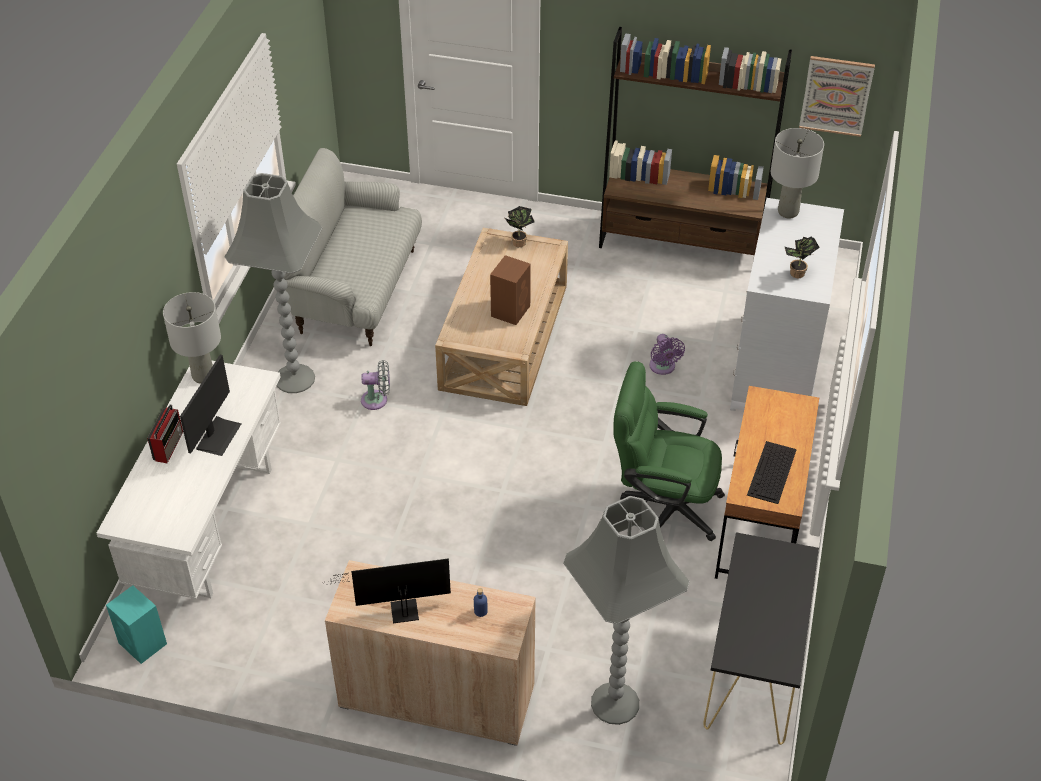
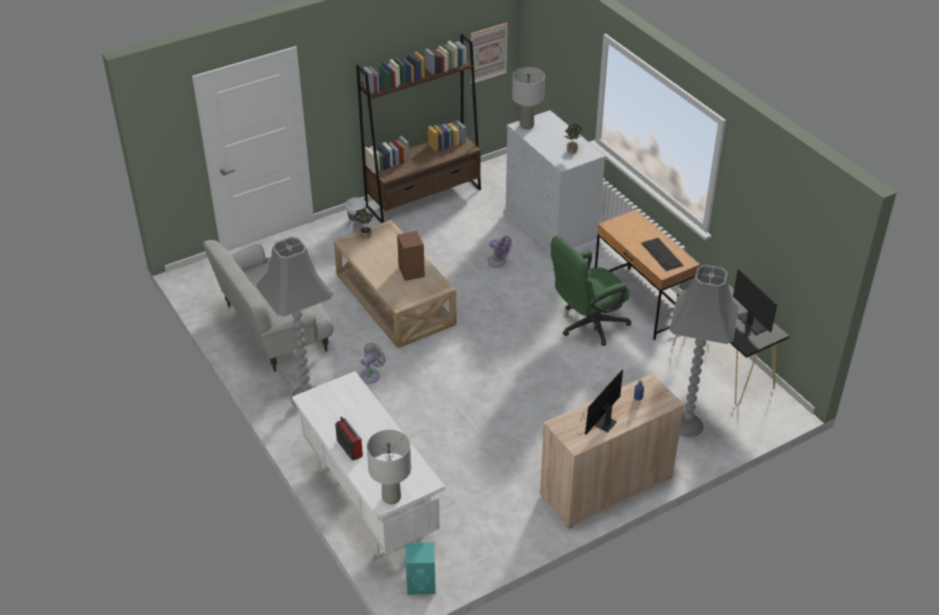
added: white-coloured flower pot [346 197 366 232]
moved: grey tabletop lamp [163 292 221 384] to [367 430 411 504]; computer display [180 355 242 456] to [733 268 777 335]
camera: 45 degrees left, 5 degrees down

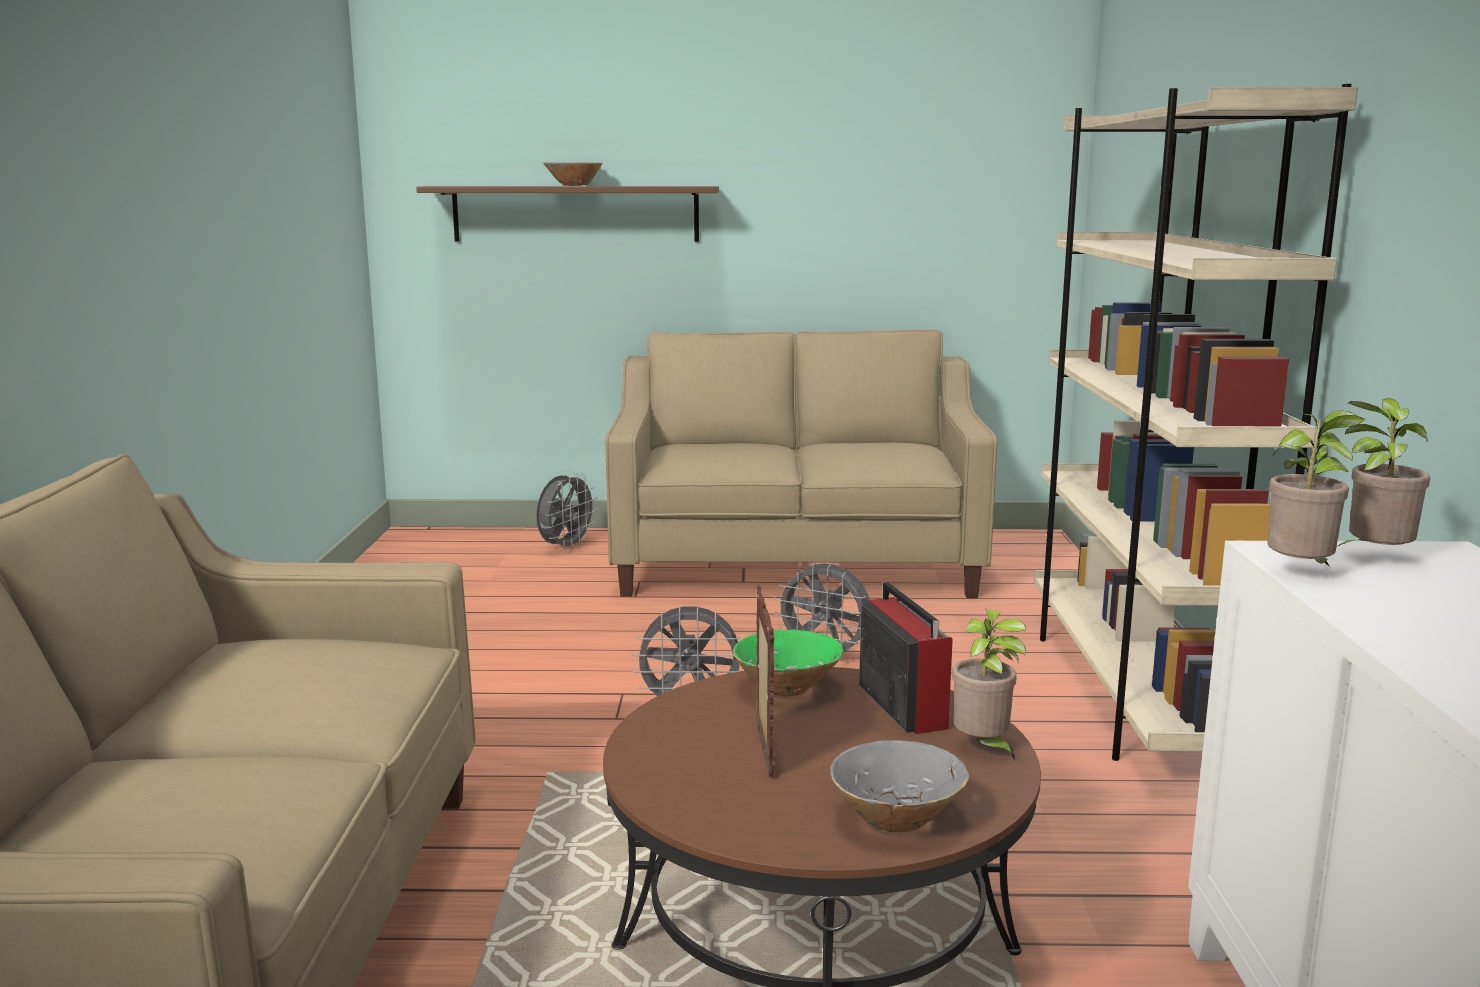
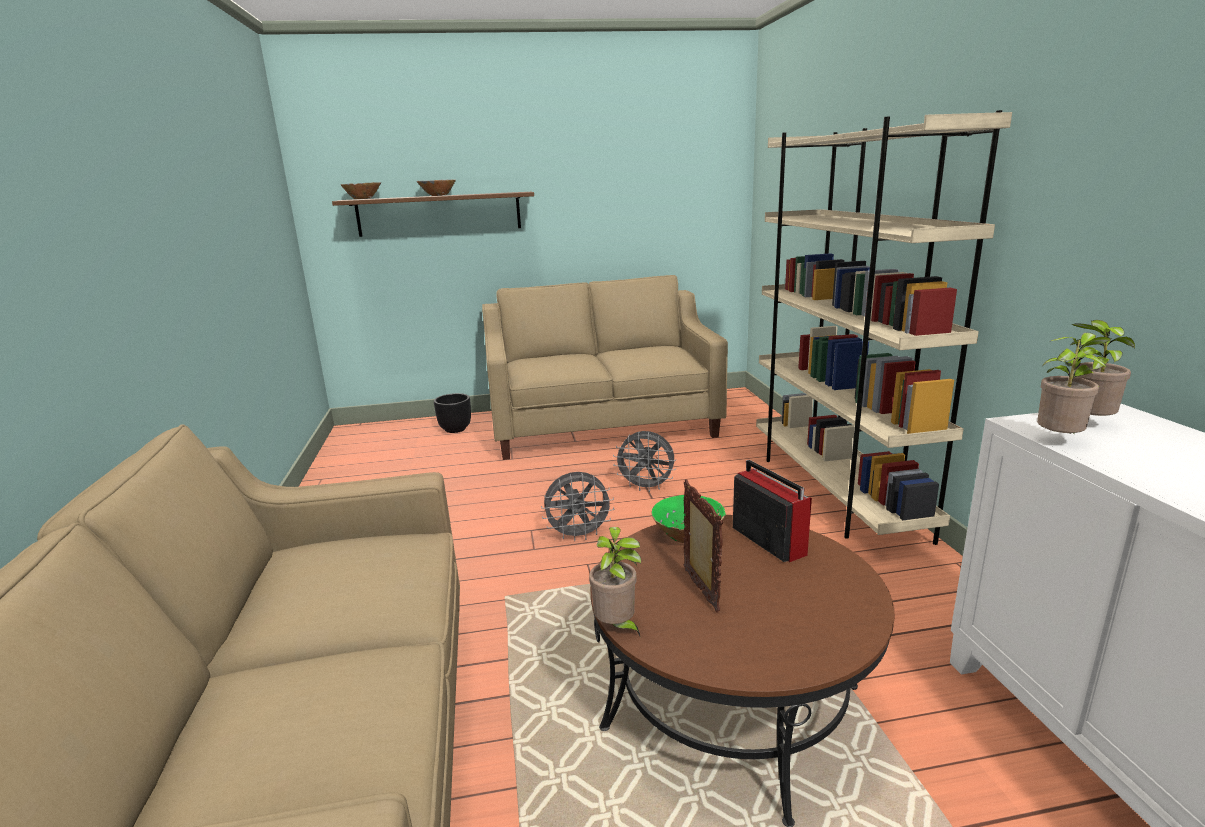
moved: grey bowl [830 740 969 832] to [341 182 381 199]; plant in a pot [952 609 1026 761] to [589 527 641 636]
replaced: grey fan [536 472 598 551] to blackish flower pot [434 393 471 433]
camera: 10 degrees left, 5 degrees up

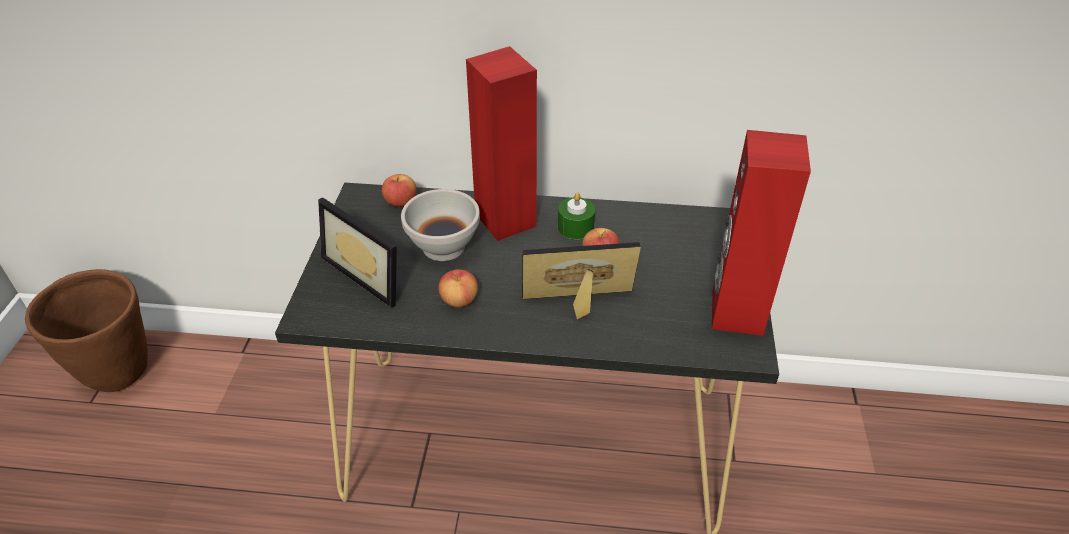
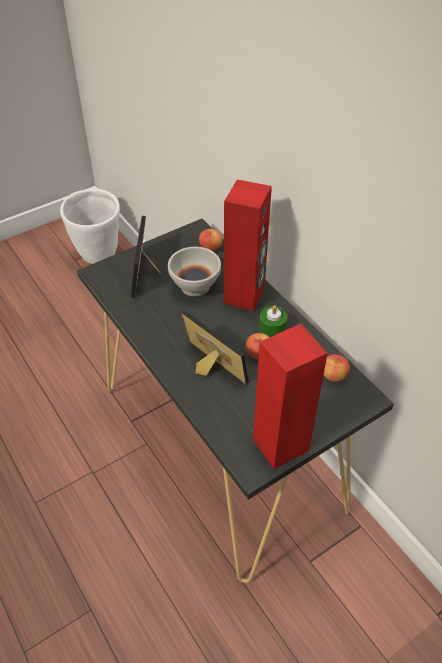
moved: whole apple [438 269 478 307] to [324 354 350 382]
recoloured: brownish flower pot [25 269 148 392] to white-coloured flower pot [60 189 120 264]
camera: 50 degrees right, 5 degrees up

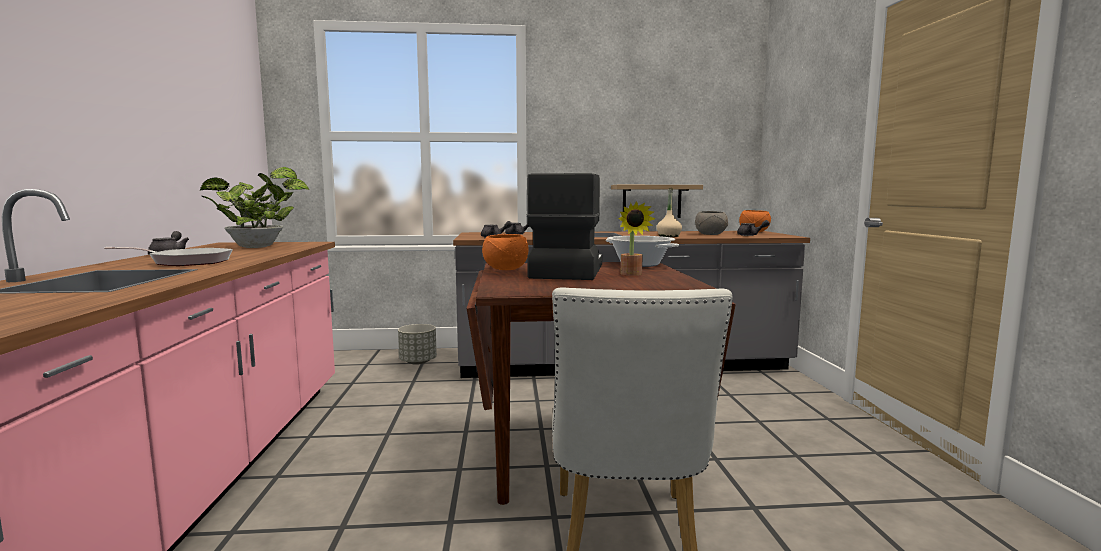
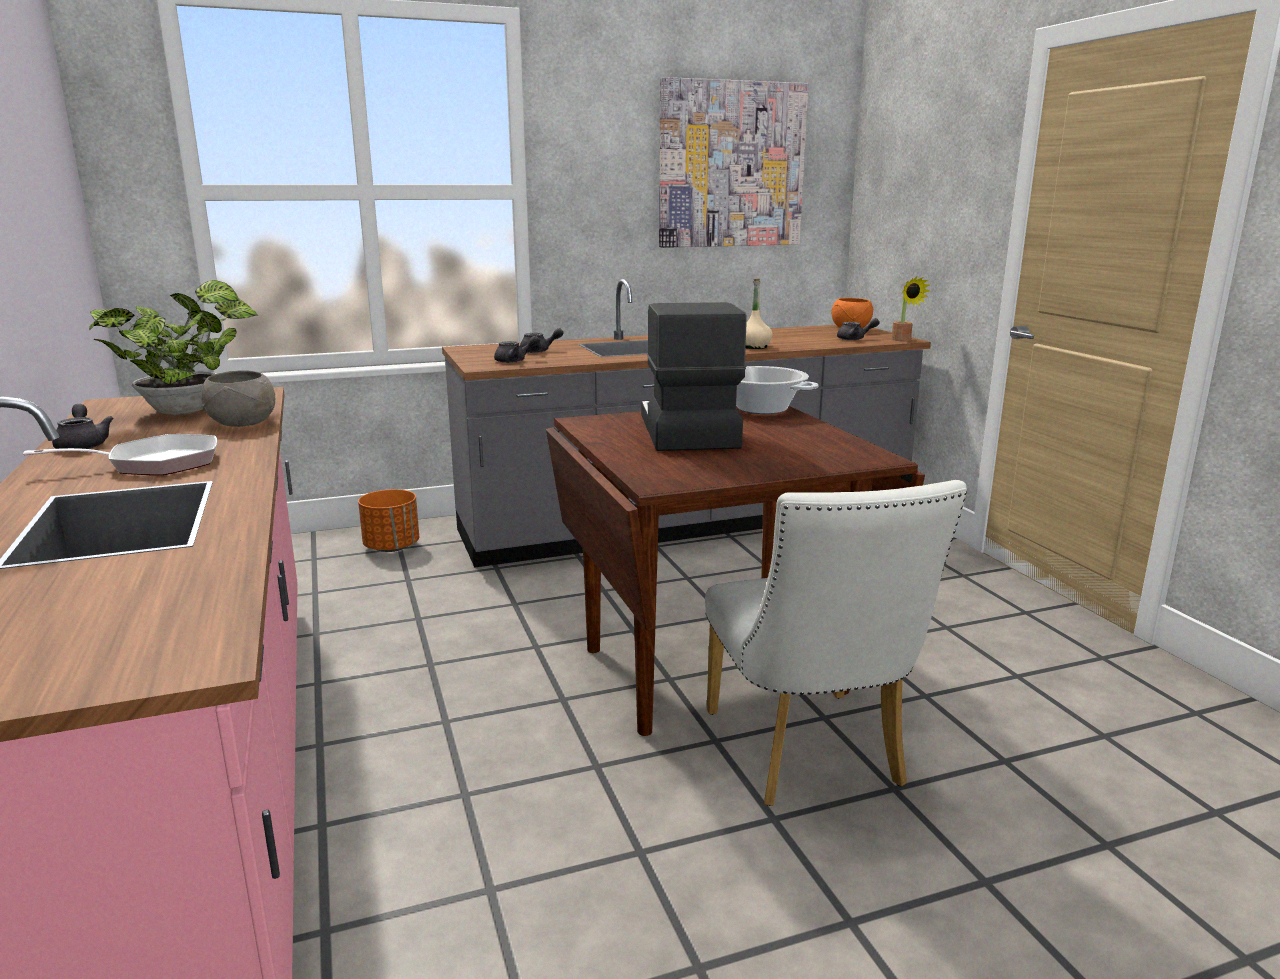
removed: orange bowl [482 234 529 270]; shelf [611 185 703 218]
added: wall picture [659 77 808 248]
moved: plant in a pot [619 201 655 275] to [891 277 929 341]; grey bowl [695 211 728 235] to [201 370 275 427]
recoloured: grey flower pot [398 324 437 365] to orange flower pot [358 489 419 552]
camera: 15 degrees left, 10 degrees up

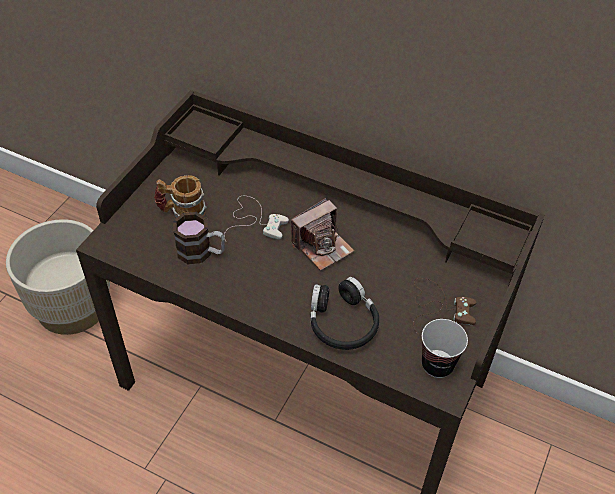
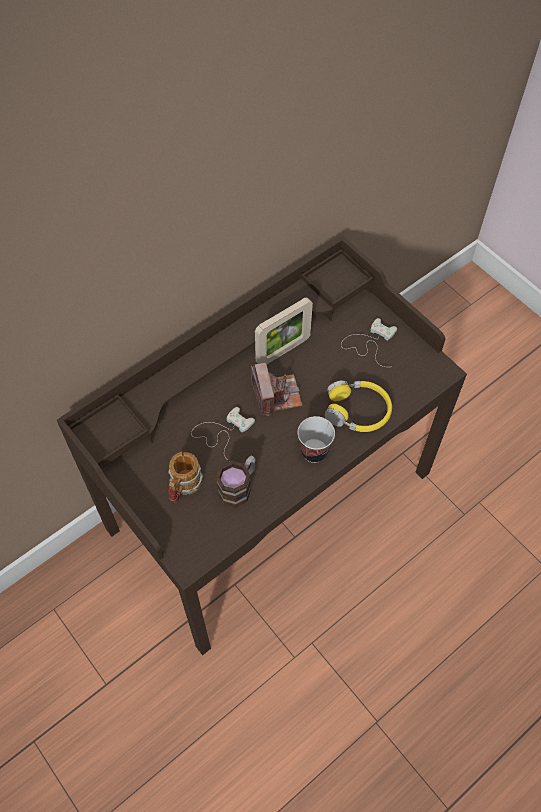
removed: beige-coloured flower pot [6 219 110 335]
added: photo frame [255 297 313 364]
moved: small cup [422 319 468 378] to [297 416 335 463]
recoloured: blackish pair of headphones [311 277 379 350] to yellowish pair of headphones [324 380 392 432]; brownish game controller [413 278 476 335] to white-coloured game controller [341 318 397 367]
camera: 65 degrees left, 10 degrees up

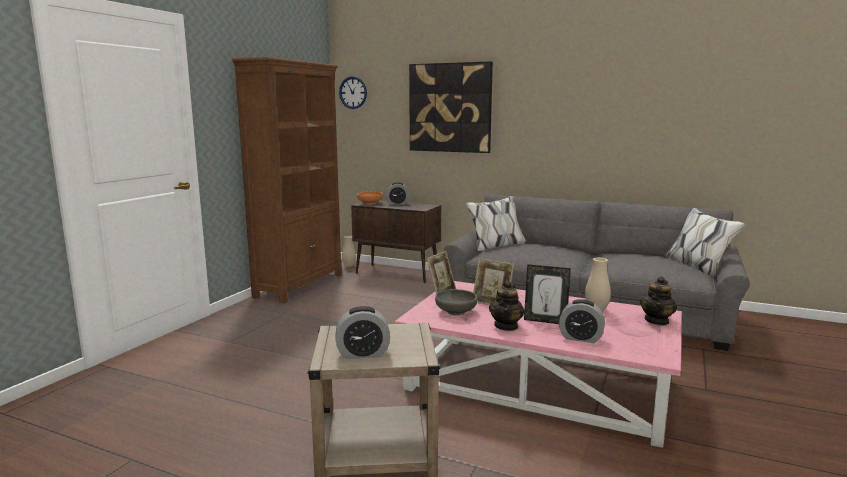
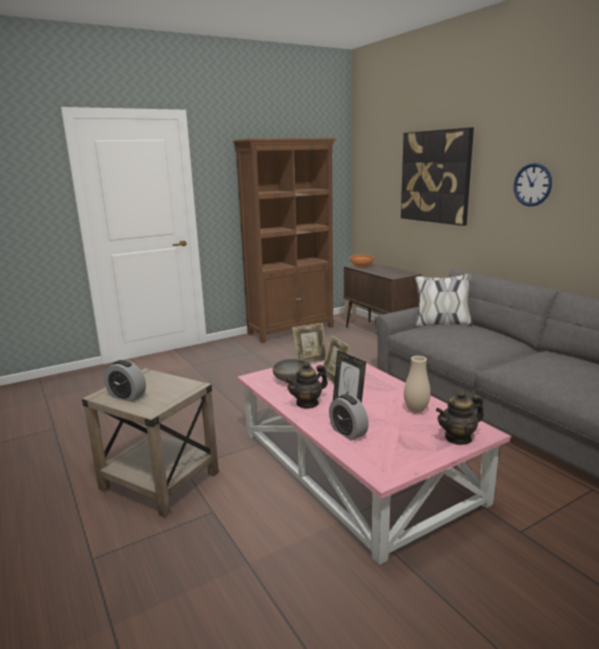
removed: table clock [386 182 409 205]
moved: hanging clock [339 76 367 109] to [514 163 552 206]
camera: 35 degrees right, 5 degrees up

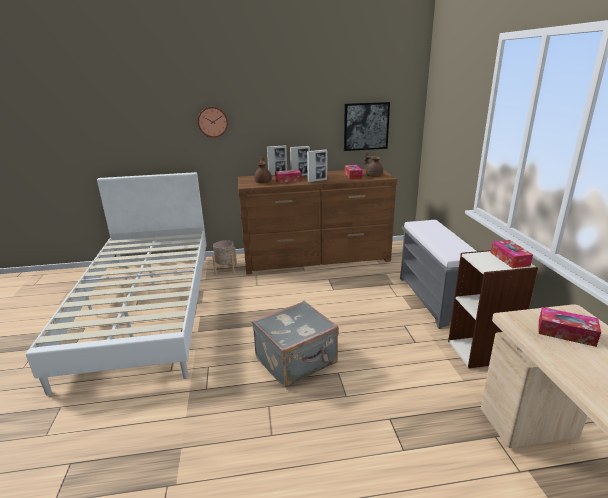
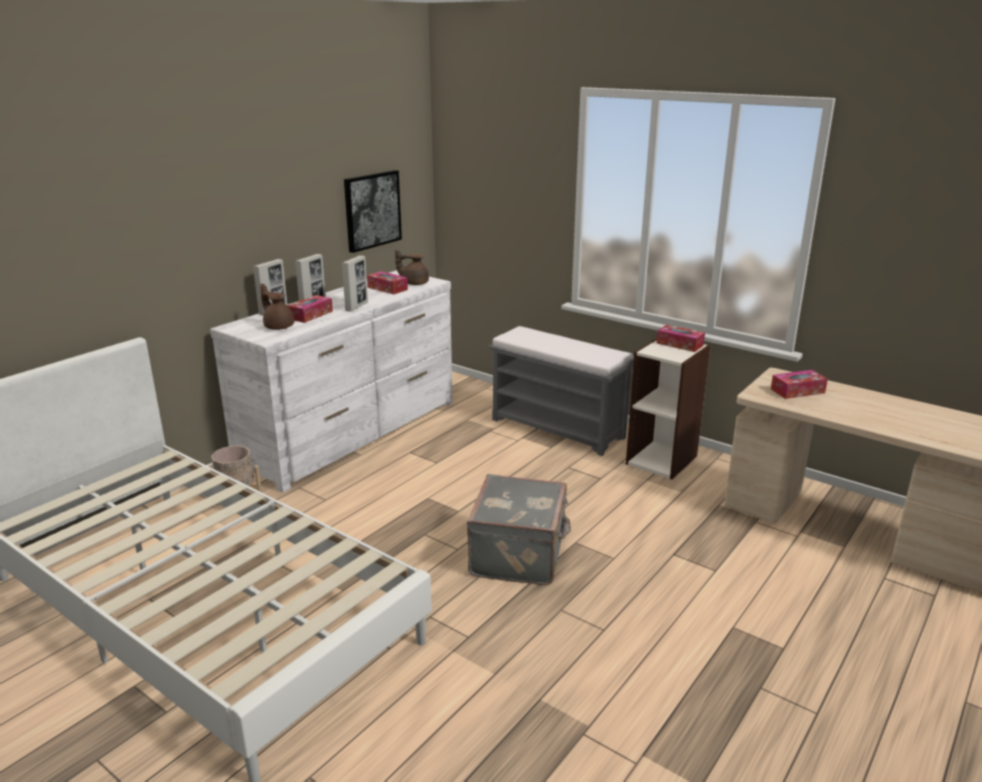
removed: hanging clock [198 107 228 138]
recoloured: brownish drawer chest [238 169 397 274] to white-coloured drawer chest [210 270 453 493]
camera: 45 degrees left, 0 degrees up

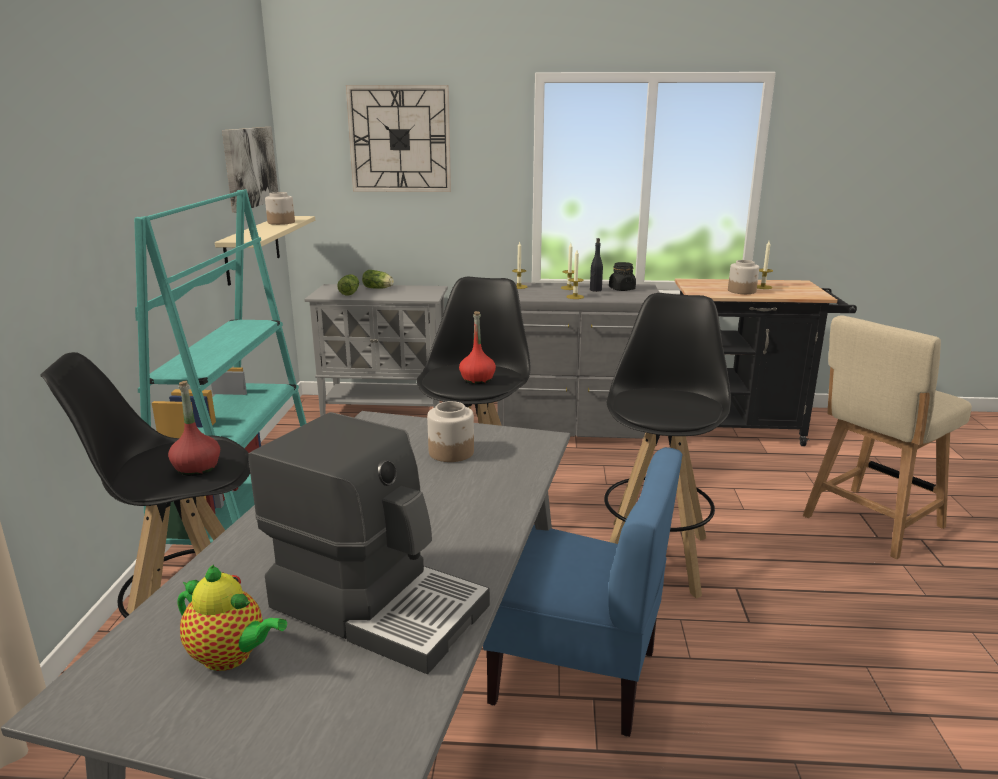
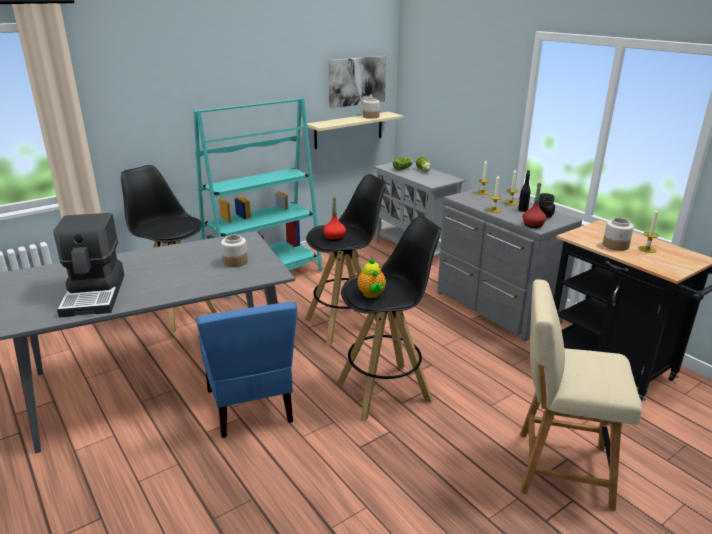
removed: hanging clock [346 85 451 192]
moved: red beverage bottle [168 380 220 476] to [523 183 547 228]; pot for tea [177 565 287 671] to [358 258 386 298]
camera: 50 degrees right, 5 degrees up

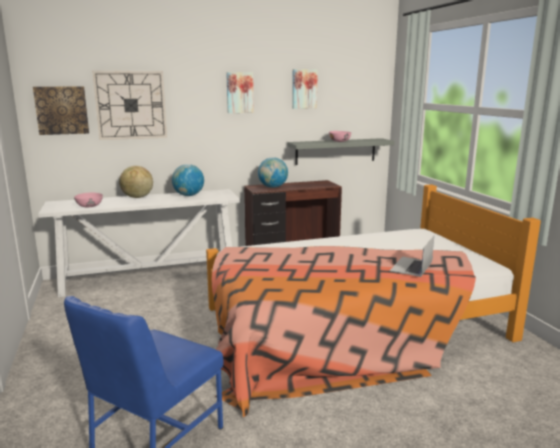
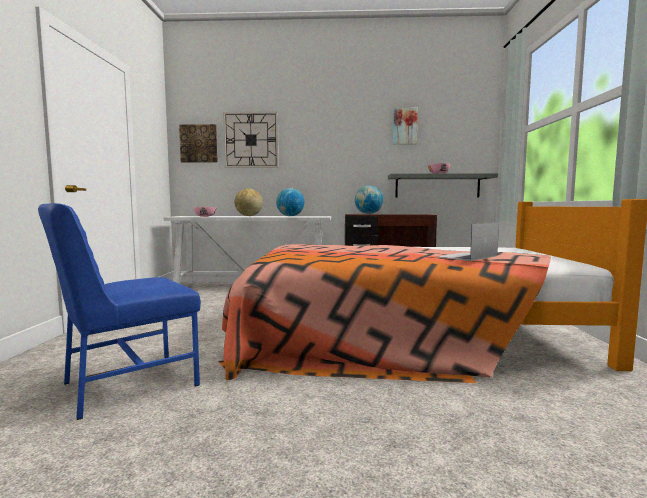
removed: wall picture [226 72 254 113]
camera: 20 degrees right, 10 degrees down

